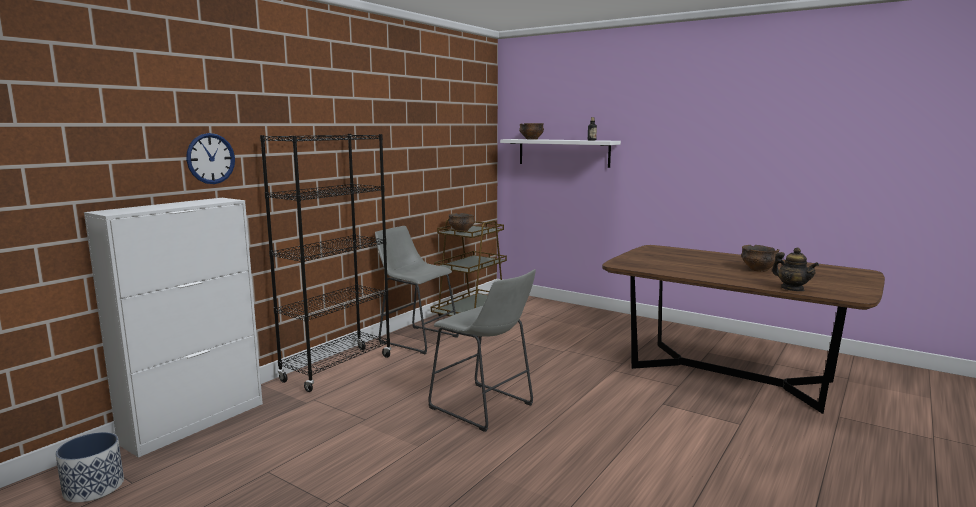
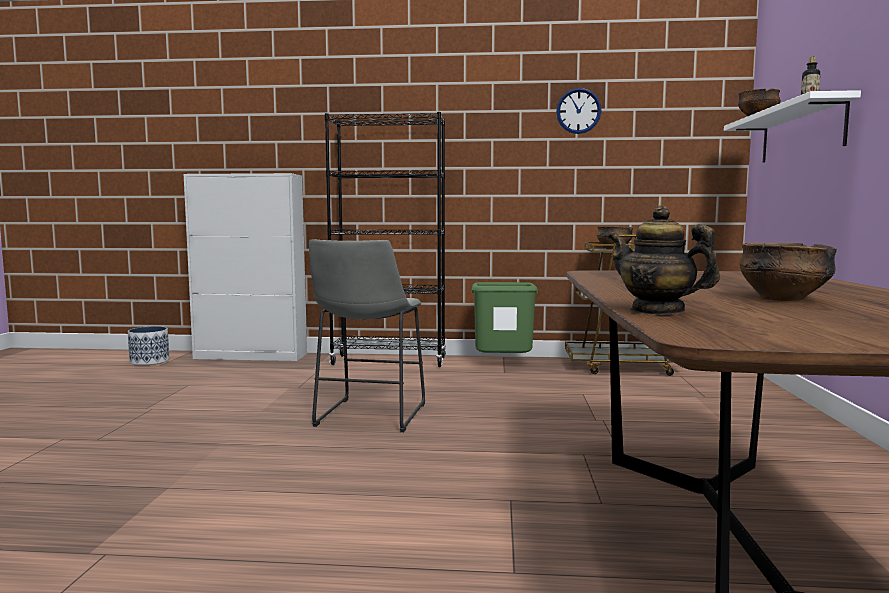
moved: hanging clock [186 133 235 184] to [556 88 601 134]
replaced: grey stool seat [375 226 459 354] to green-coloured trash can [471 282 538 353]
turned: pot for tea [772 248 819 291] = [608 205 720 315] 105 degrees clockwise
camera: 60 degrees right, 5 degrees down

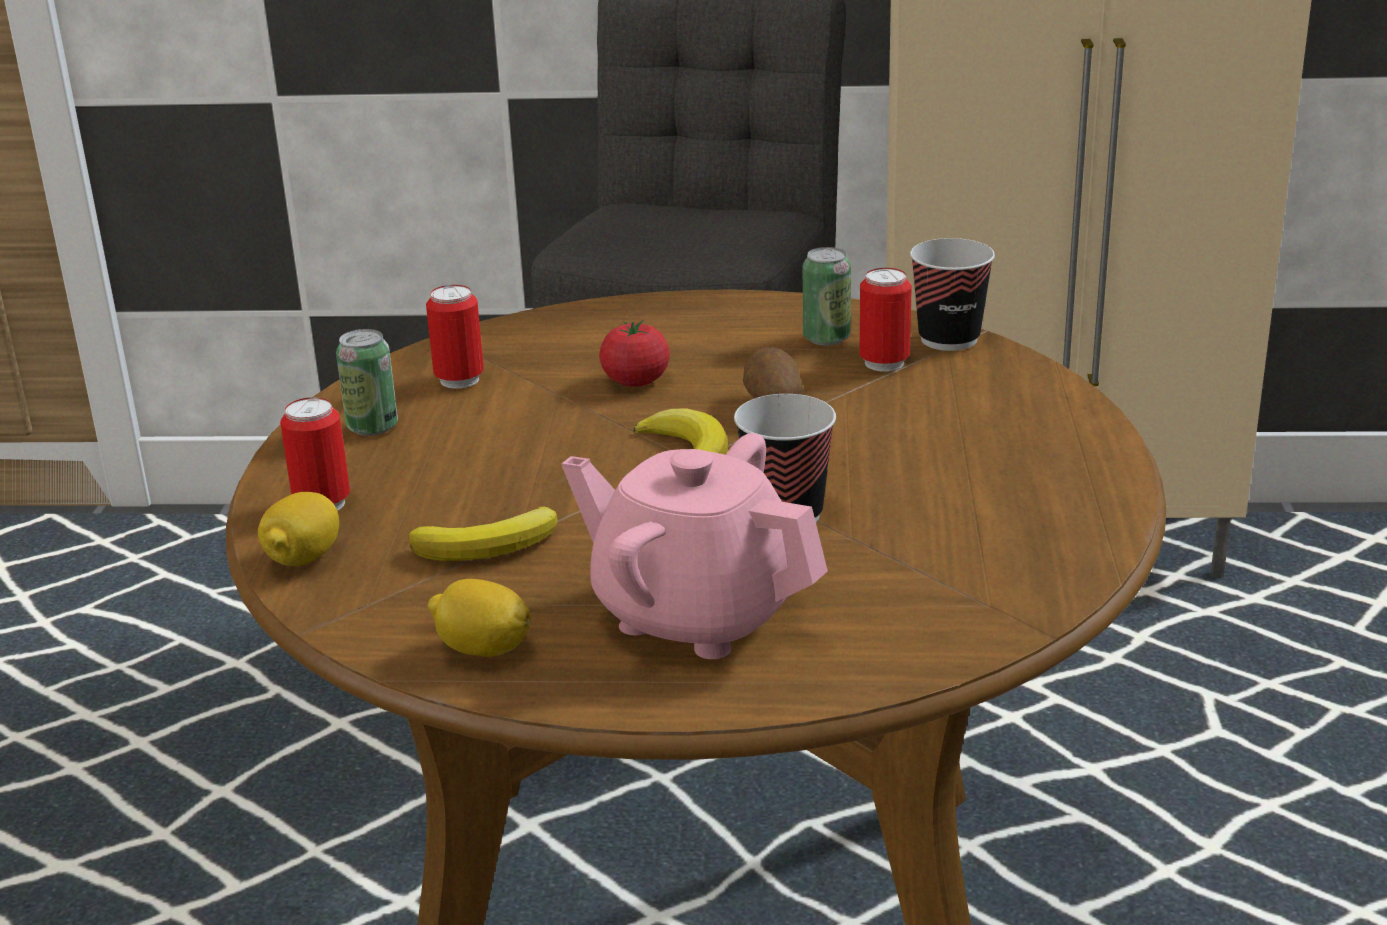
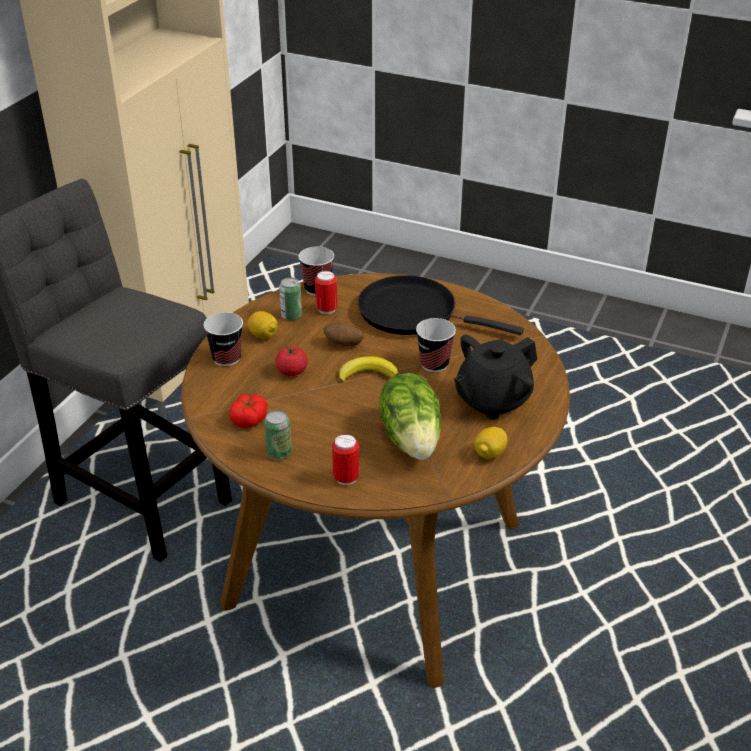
added: small cup [204 312 243 366]; blackish skillet [358 275 524 335]
moved: whole lemon [258 492 339 566] to [248 311 278 339]
replaced: banana fruit [409 507 558 561] to head of lettuce [379 373 442 460]; can [426 285 484 389] to whole tomato [229 394 268 428]
recoloured: pink pot for tea [562 433 828 659] to blackish pot for tea [454 335 537 420]
camera: 70 degrees left, 10 degrees up

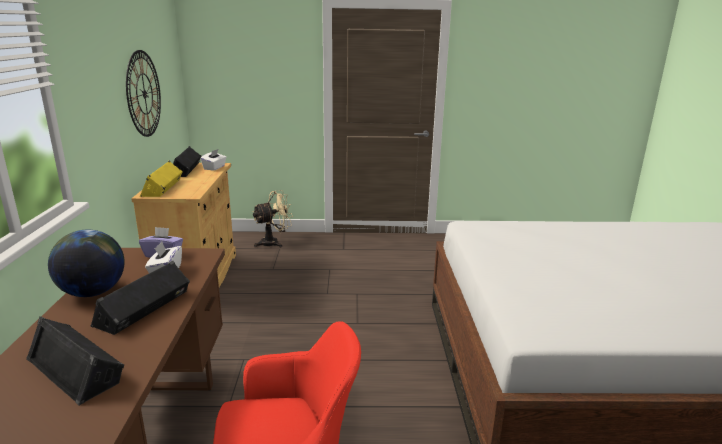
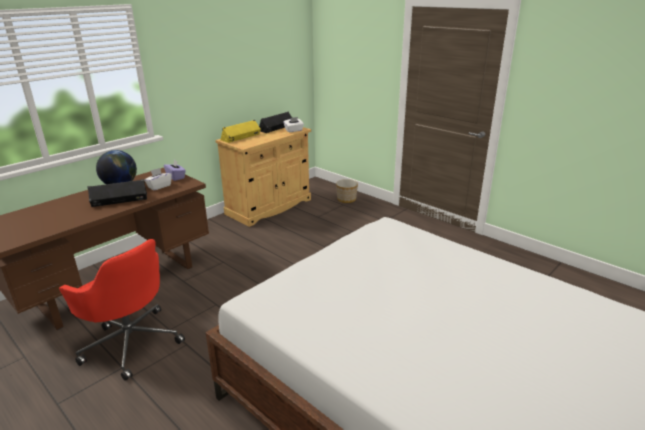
removed: blackish loudspeaker [26 316 124 405]; hanging clock [126 50 161 137]
replaced: beige-coloured fan [253 190 293 248] to flower pot [336 179 358 203]
camera: 45 degrees right, 5 degrees up

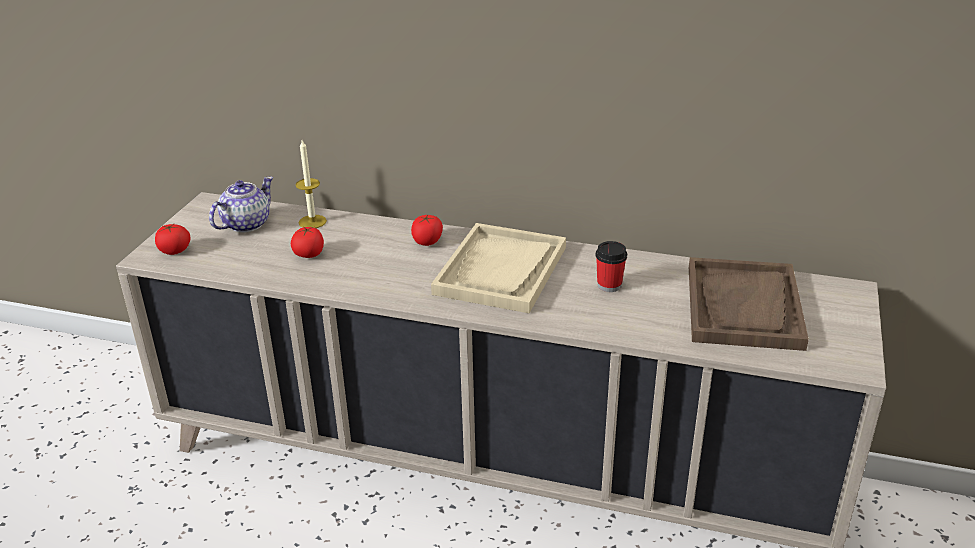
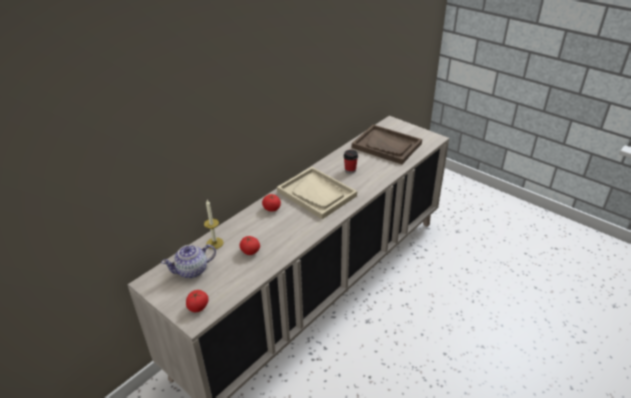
turned: pot for tea [209 176 273 232] = [161 244 216 278] 90 degrees counterclockwise
camera: 65 degrees left, 5 degrees up

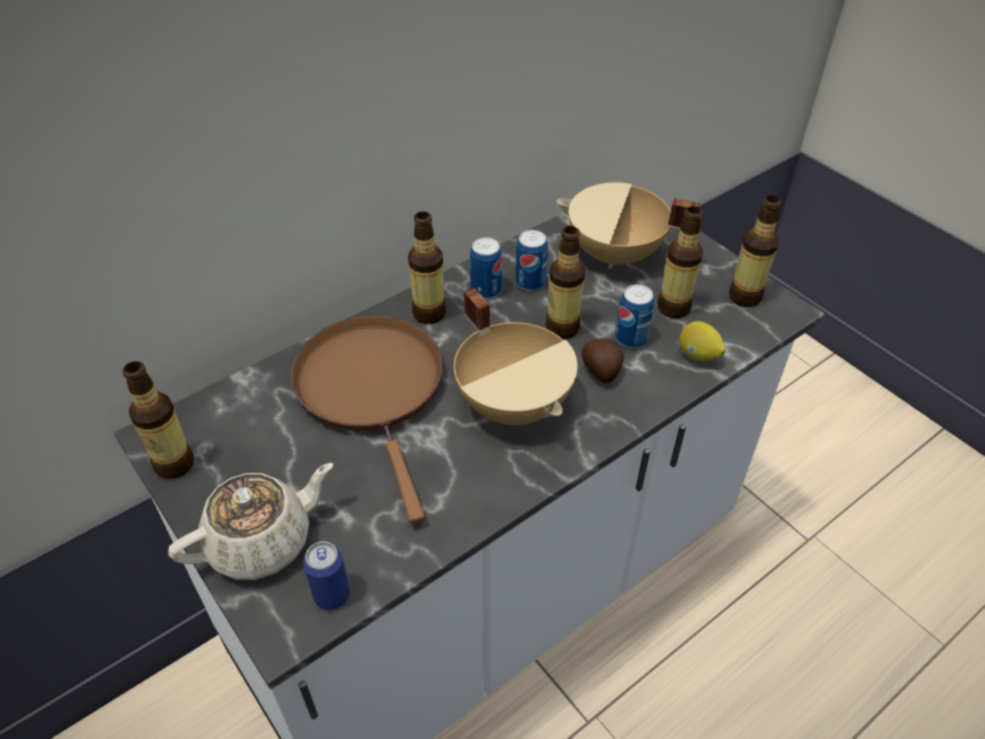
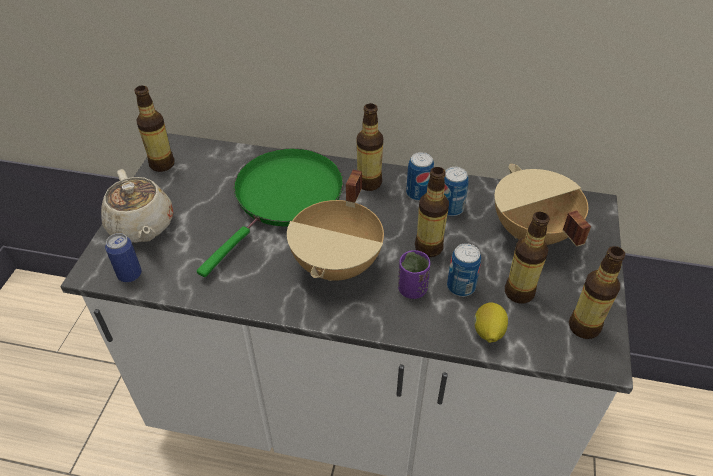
replaced: potato [581 338 624 383] to purple small cup [398 250 430 299]
recoloured: brownish skillet [290 315 443 524] to green-coloured skillet [197 148 343 277]
turned: beige-coloured pot for tea [168 463 333 580] = [101 169 173 243] 45 degrees clockwise
camera: 50 degrees right, 0 degrees up

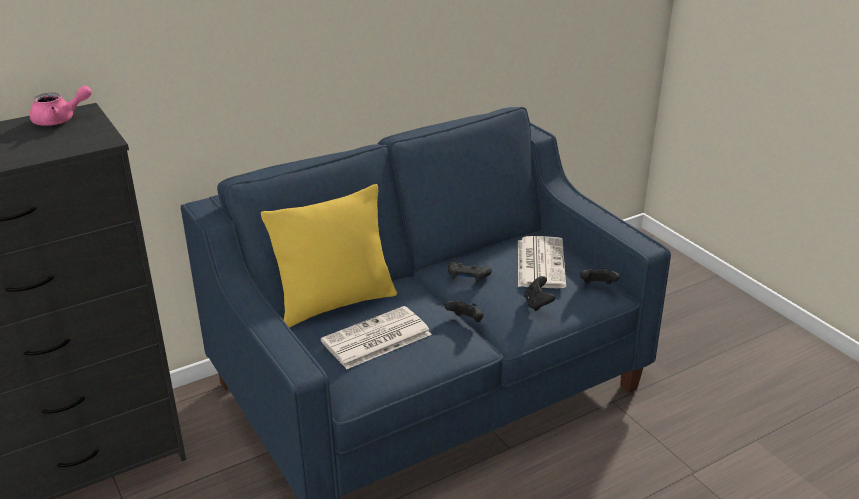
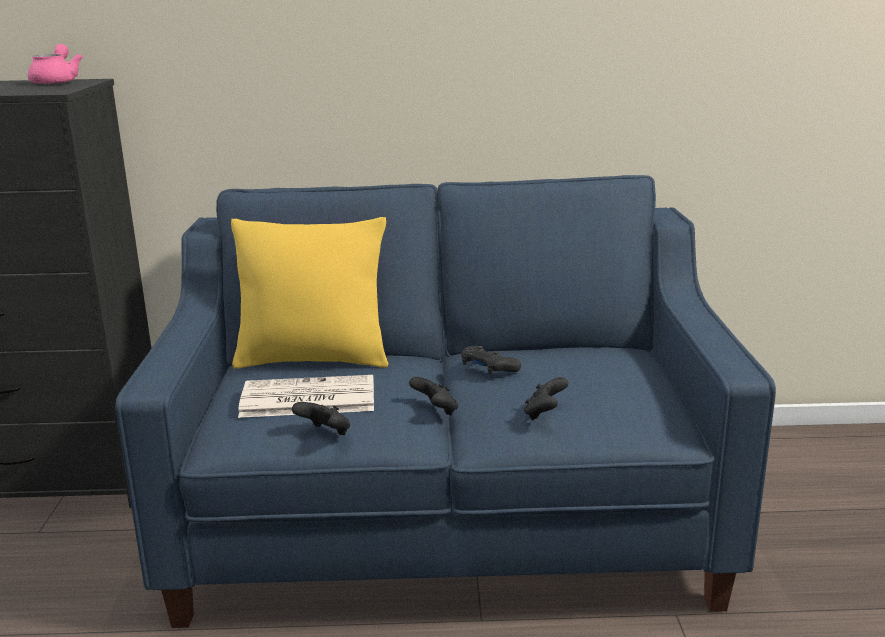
removed: printed paper [518 236 566 288]
moved: blackish game controller [580 268 620 284] to [292 402 350 435]
turned: pink pot for tea [30 85 92 126] = [28 44 83 85] 105 degrees counterclockwise
camera: 30 degrees right, 10 degrees down

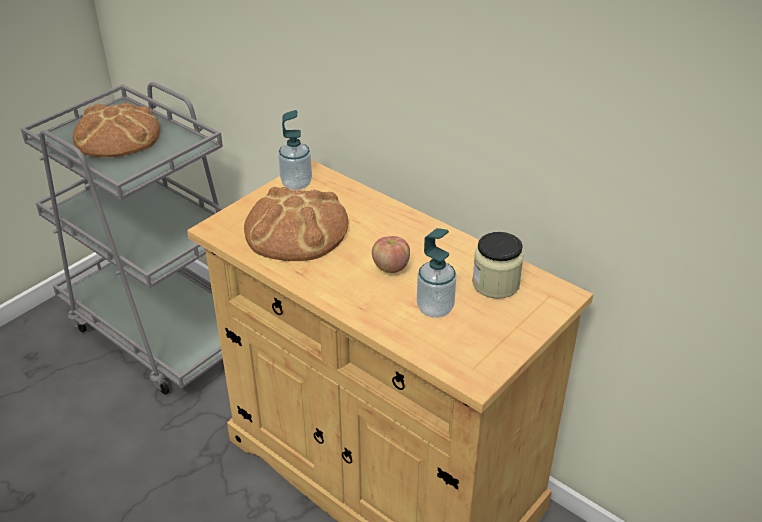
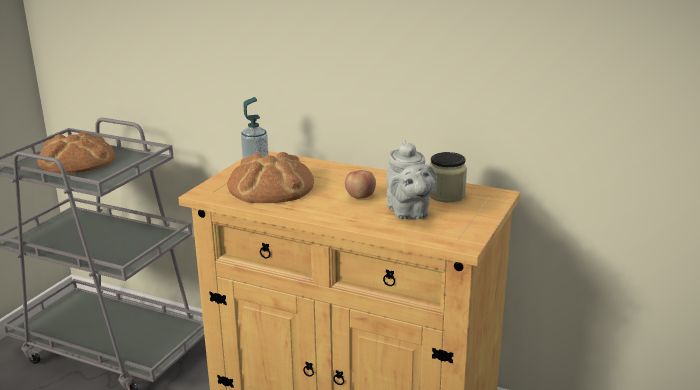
replaced: soap bottle [417 228 456 318] to grey pot for tea [386 140 437 219]
camera: 15 degrees left, 15 degrees down

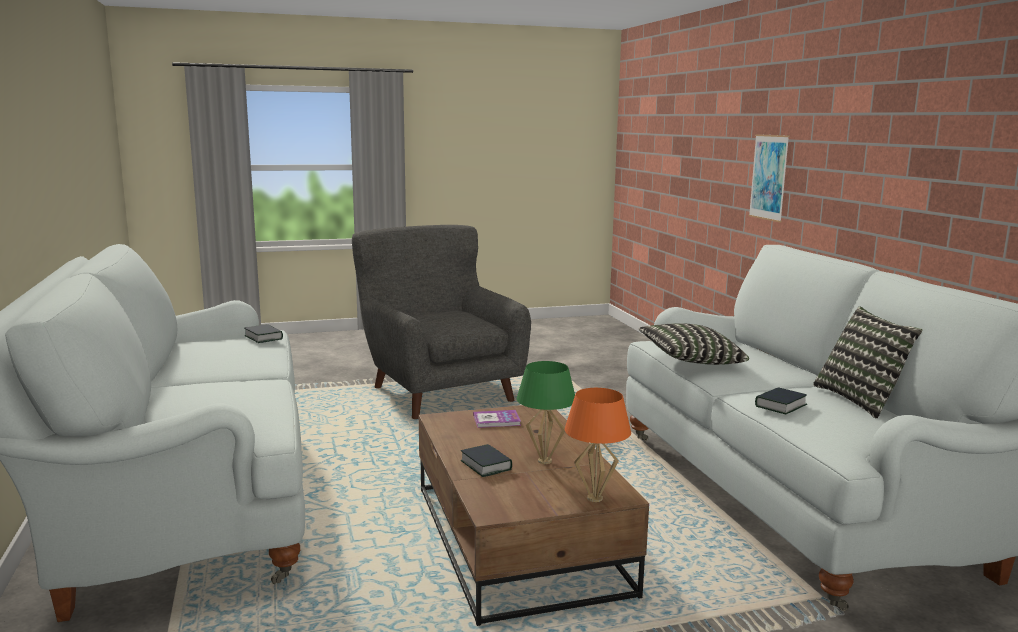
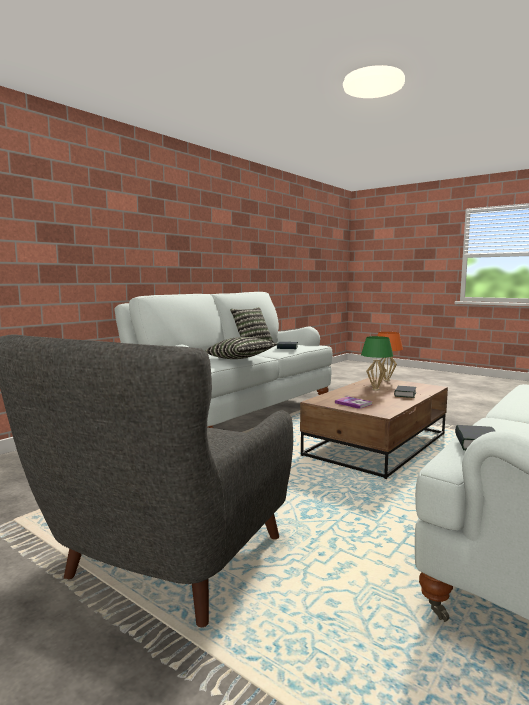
removed: wall picture [748 134 790 222]
camera: 125 degrees left, 5 degrees down

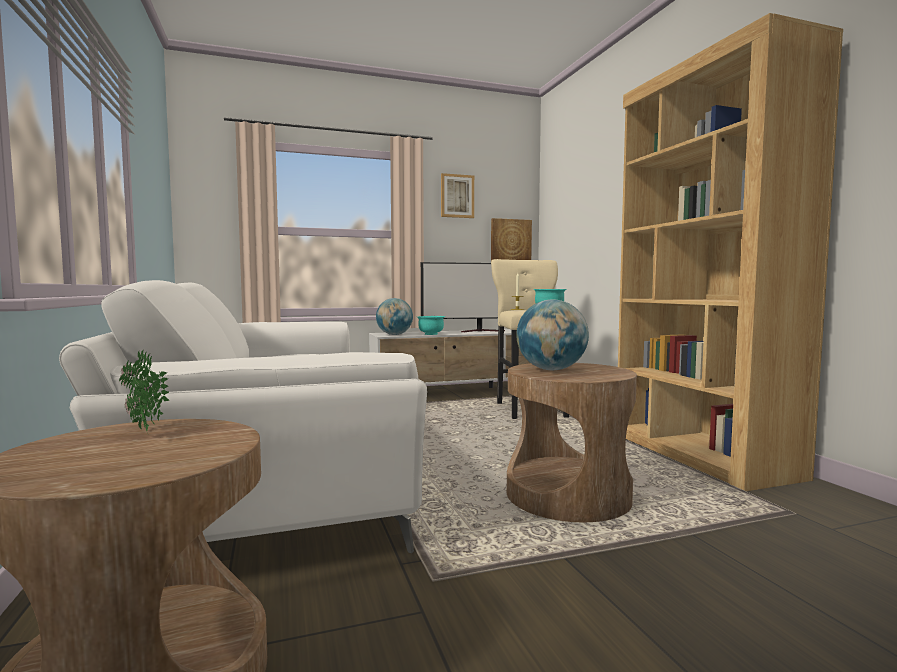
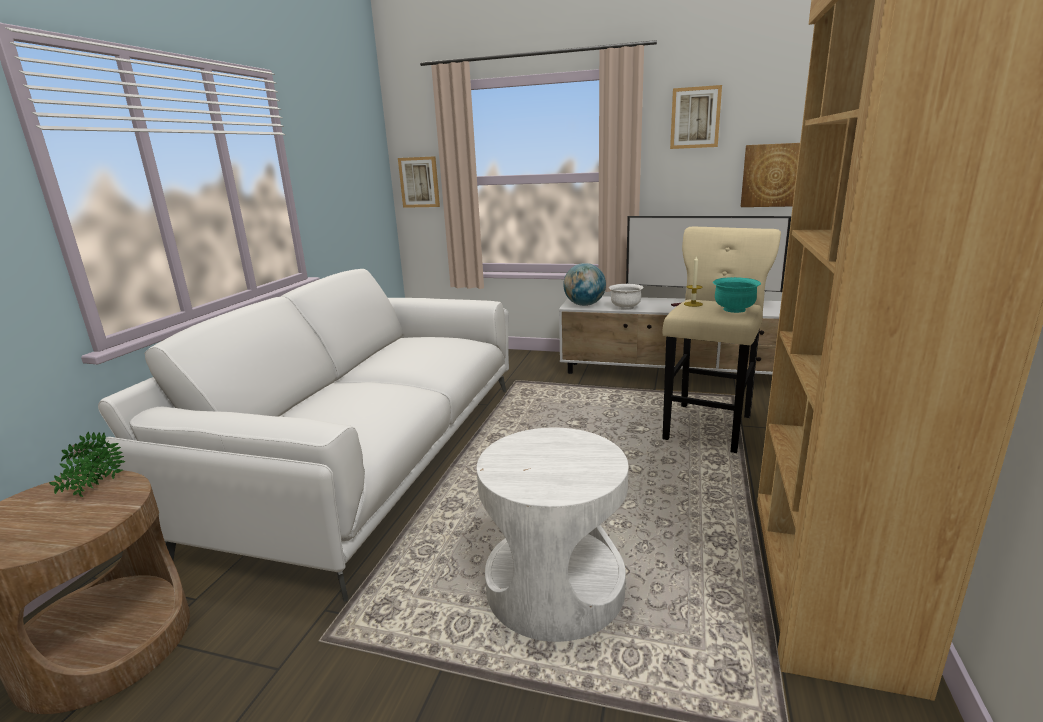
removed: world globe [516 299 589 370]
added: wall picture [398 156 440 208]
recoloured: turquoise-coloured bowl [417 316 445 335] to white-coloured bowl [609 284 643 310]; brownish accent table [507 363 637 522] to white-coloured accent table [477 428 628 642]
camera: 35 degrees right, 15 degrees up

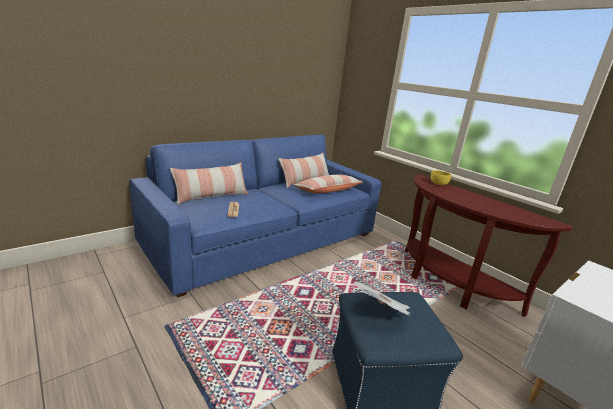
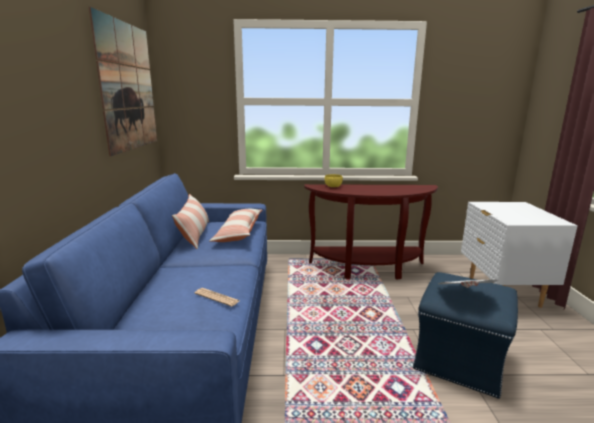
removed: throw pillow [170 162 248 205]
added: wall picture [89 7 157 156]
camera: 50 degrees left, 5 degrees down

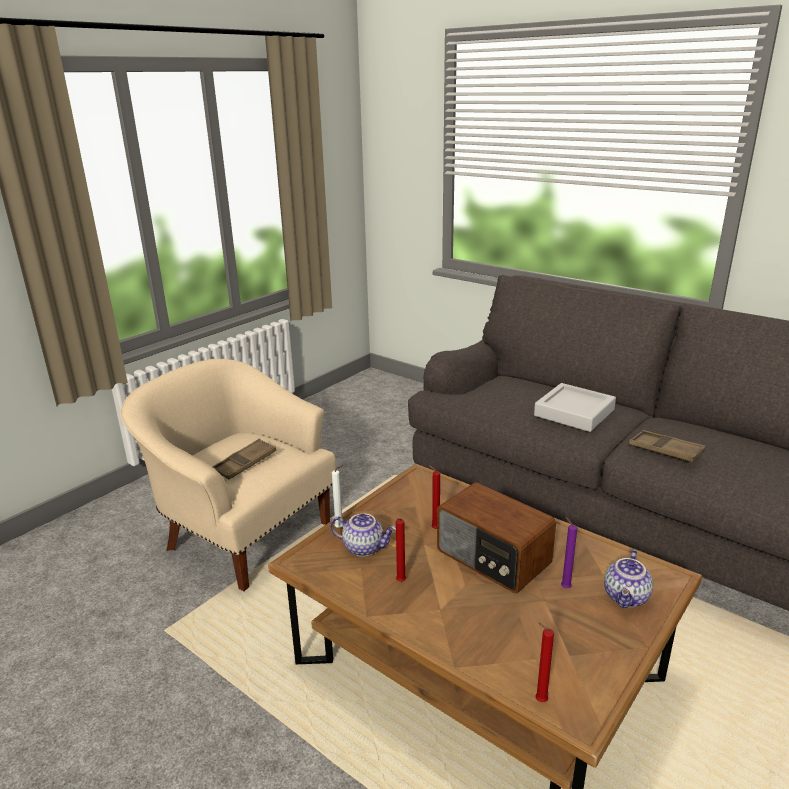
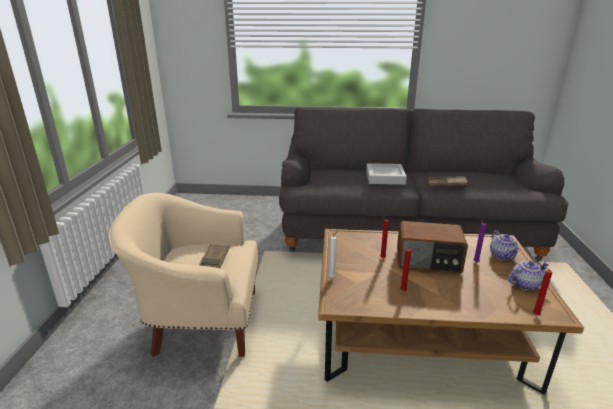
moved: pot for tea [330 513 396 557] to [508 261 549 290]
camera: 35 degrees left, 0 degrees up

